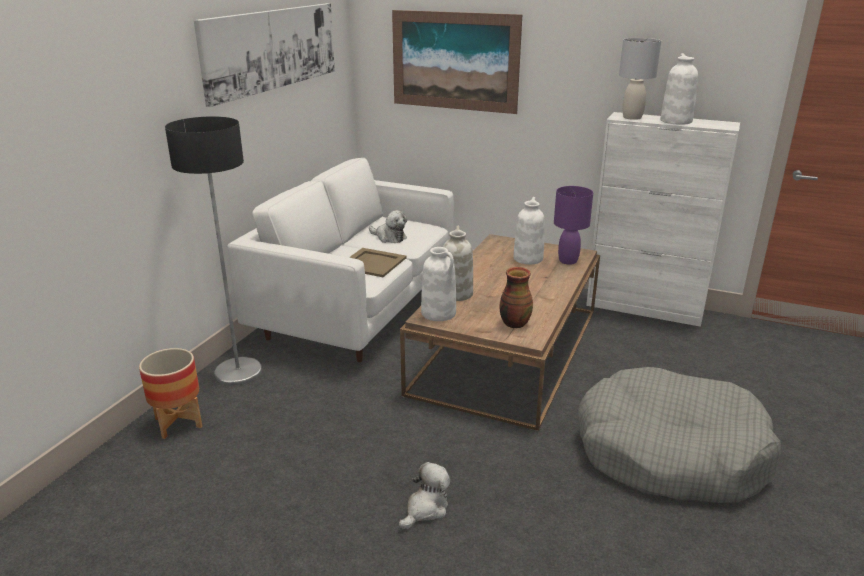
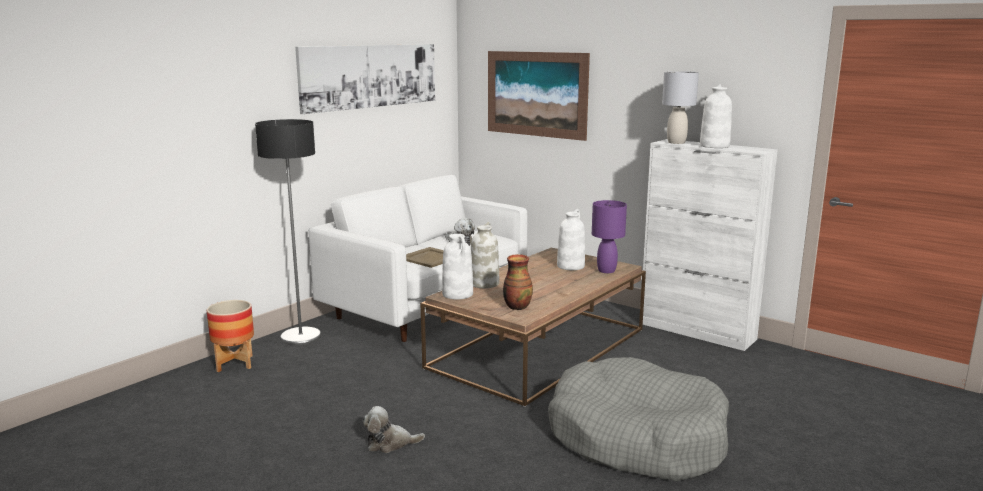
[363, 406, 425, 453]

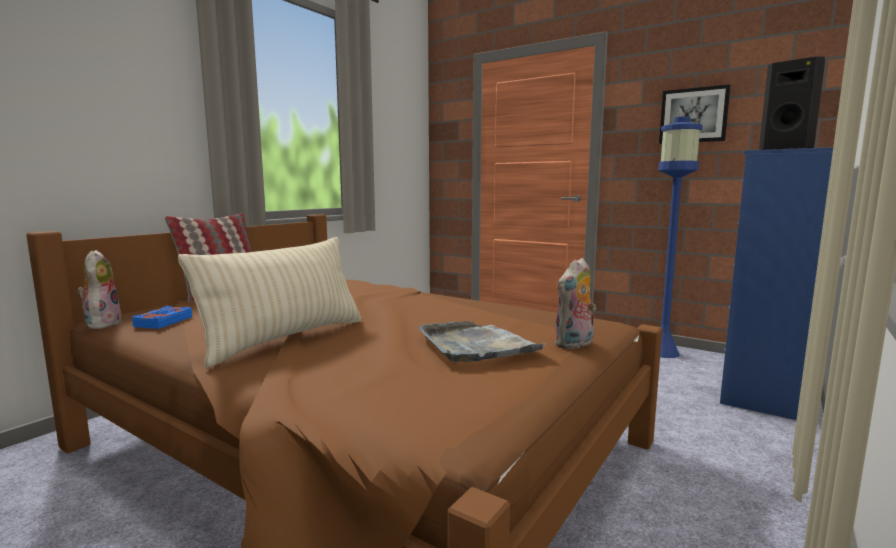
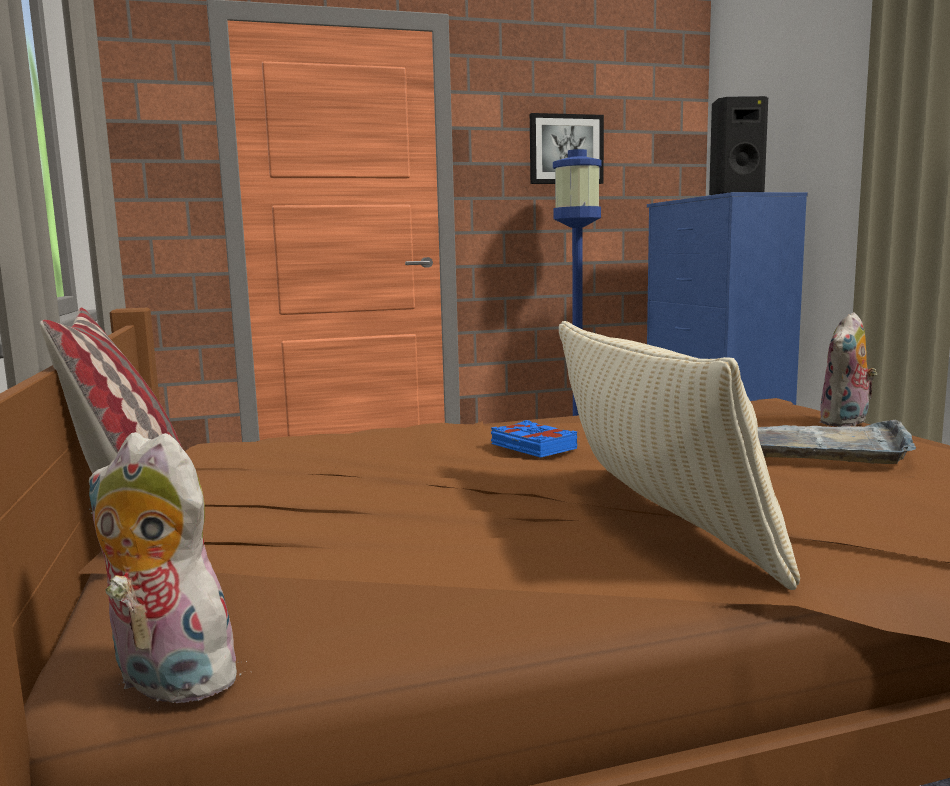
[491, 420, 577, 458]
[819, 312, 877, 427]

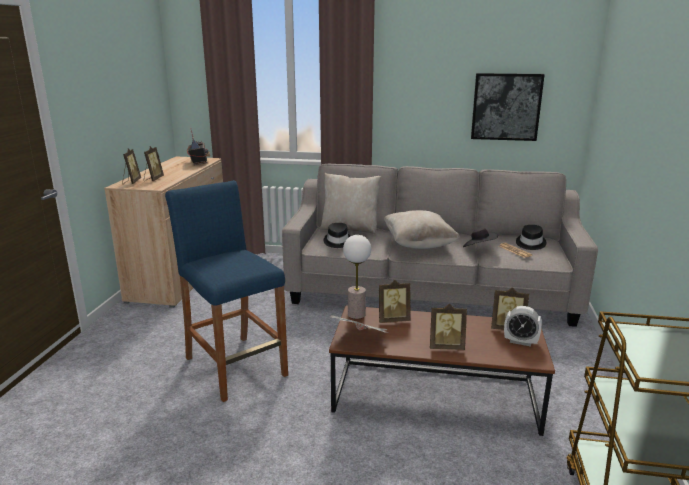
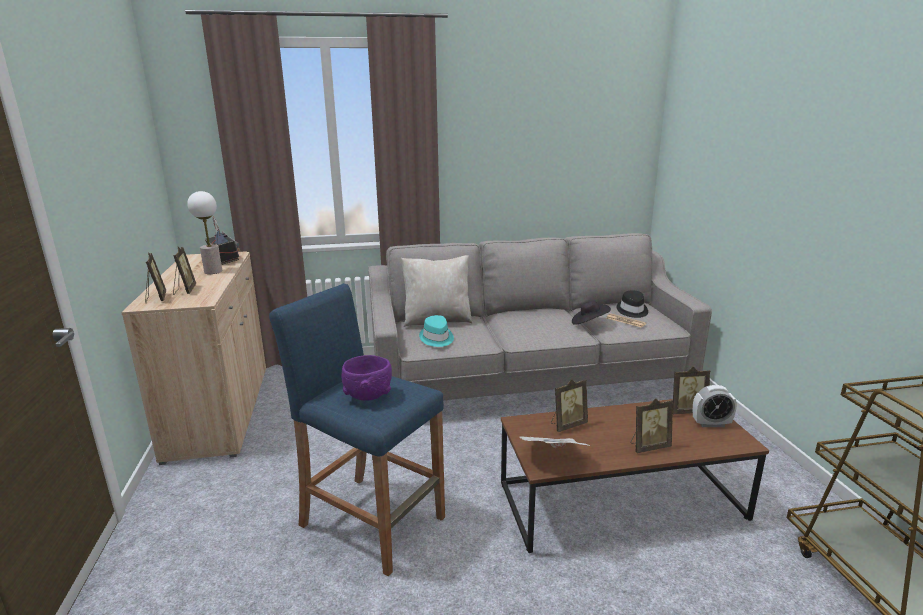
[419, 315, 454, 347]
[187, 191, 222, 274]
[384, 210, 460, 249] (first image)
[471, 73, 545, 141] (first image)
[342, 355, 392, 401]

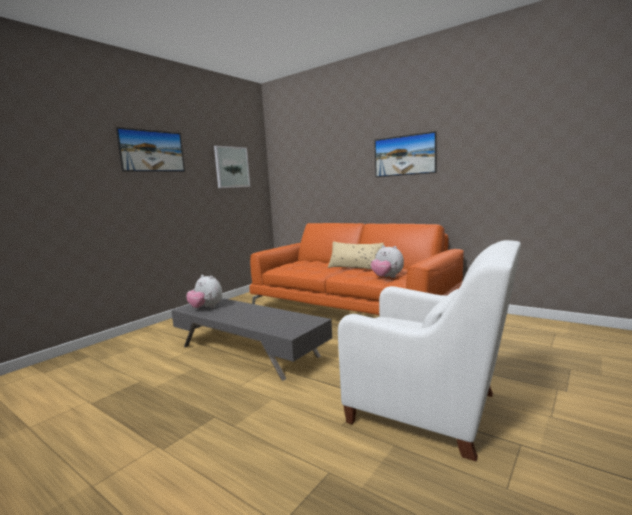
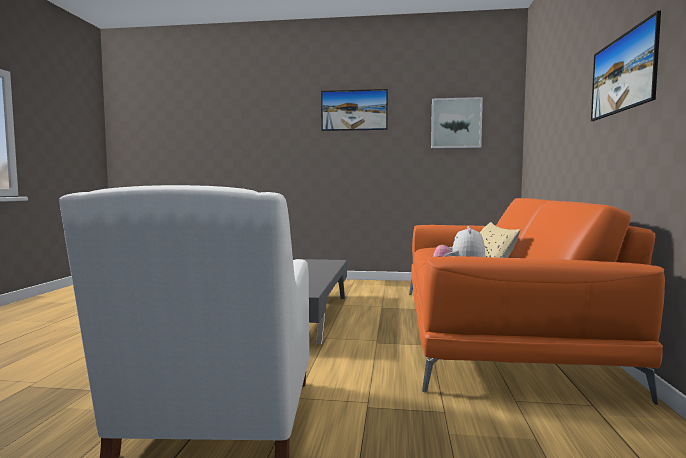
[186, 275, 223, 308] (first image)

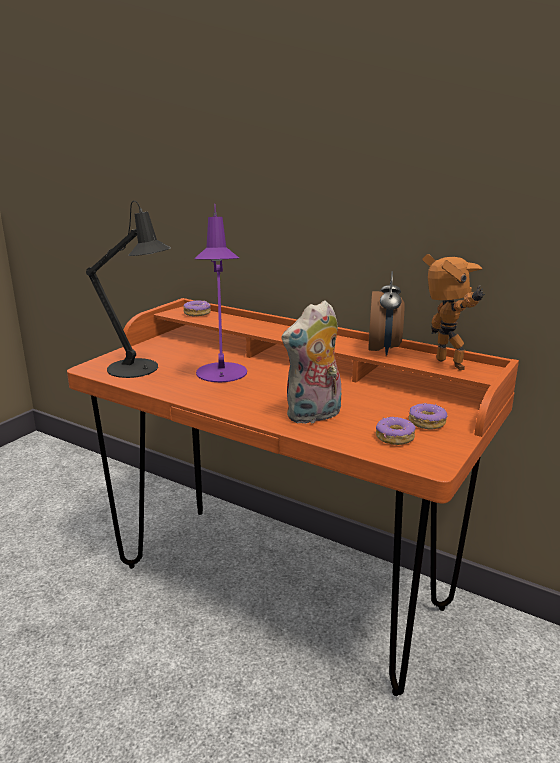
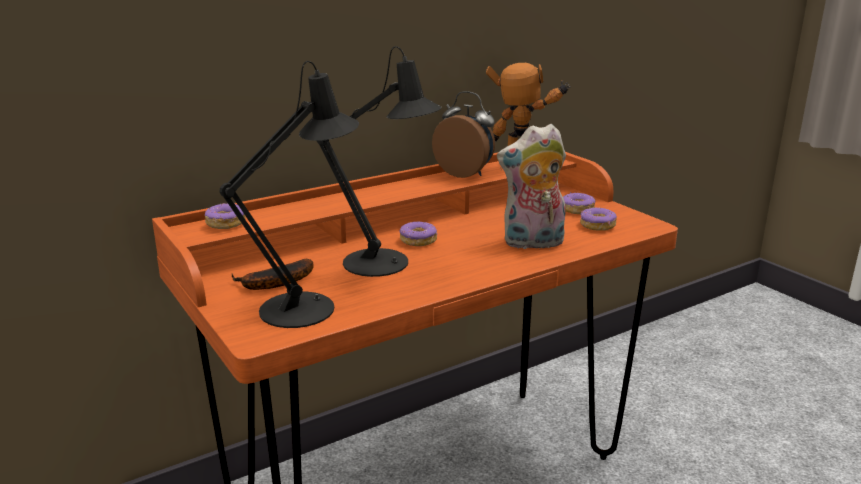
[317, 46, 442, 277]
[497, 124, 566, 249]
[232, 259, 313, 290]
[399, 222, 438, 246]

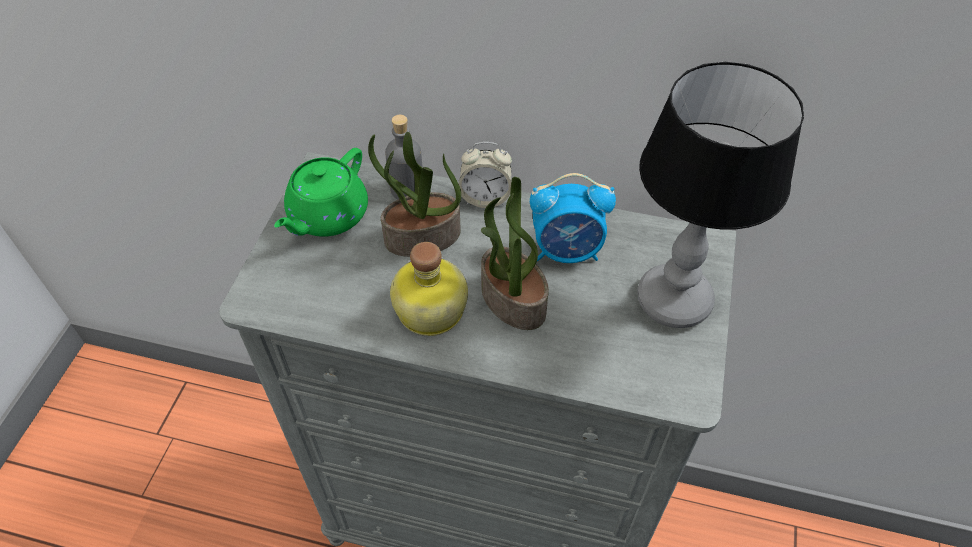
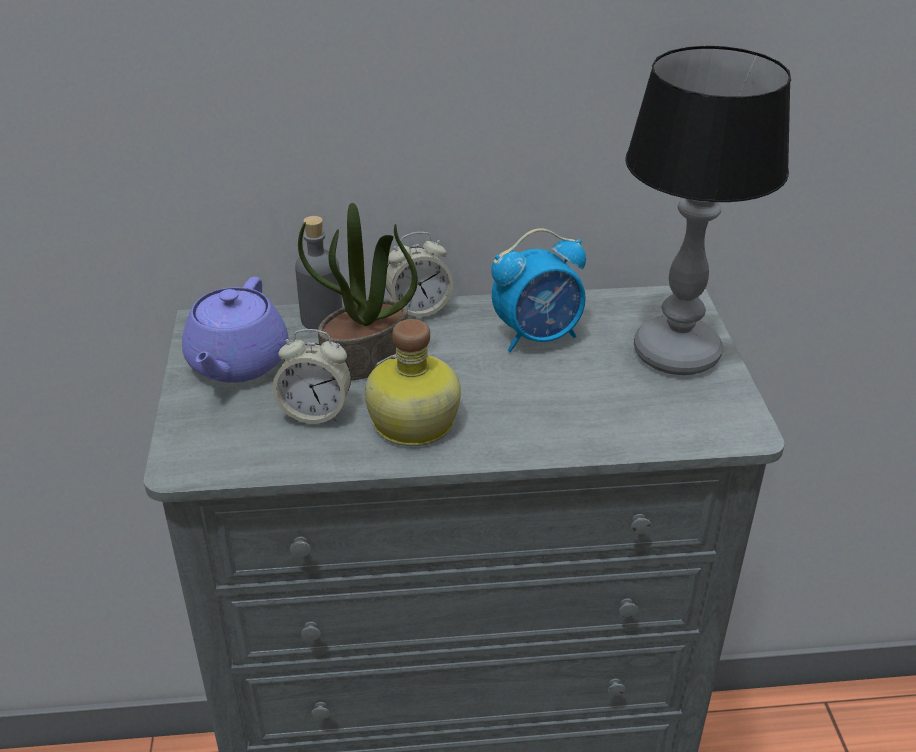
[182, 277, 289, 383]
[481, 177, 549, 330] (first image)
[272, 329, 351, 424]

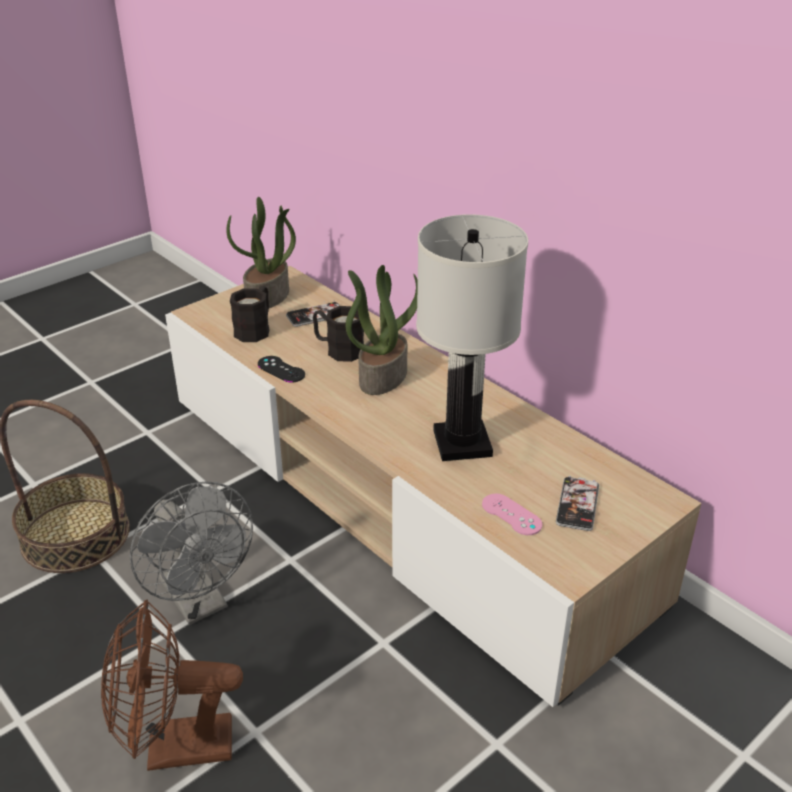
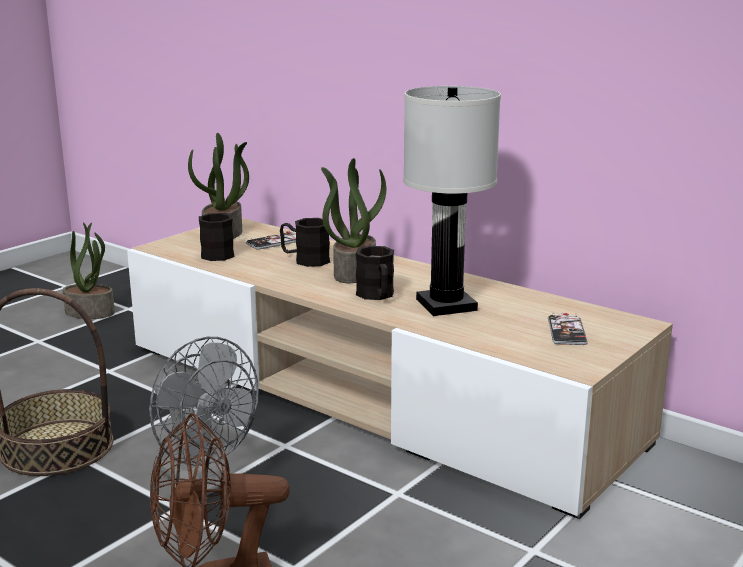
[258, 356, 305, 383] (first image)
[482, 494, 542, 535] (first image)
[63, 222, 115, 319]
[356, 246, 394, 300]

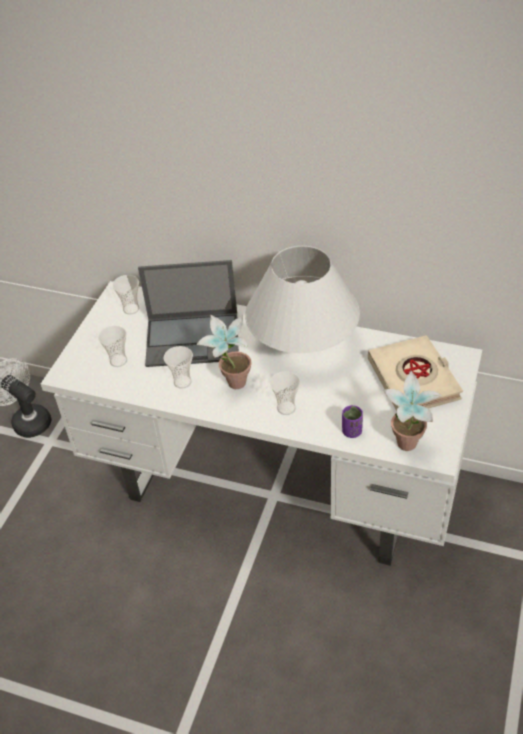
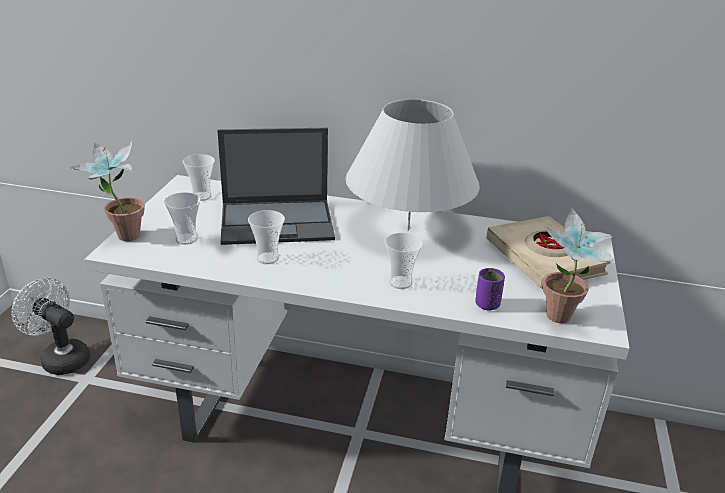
[69, 141, 145, 241]

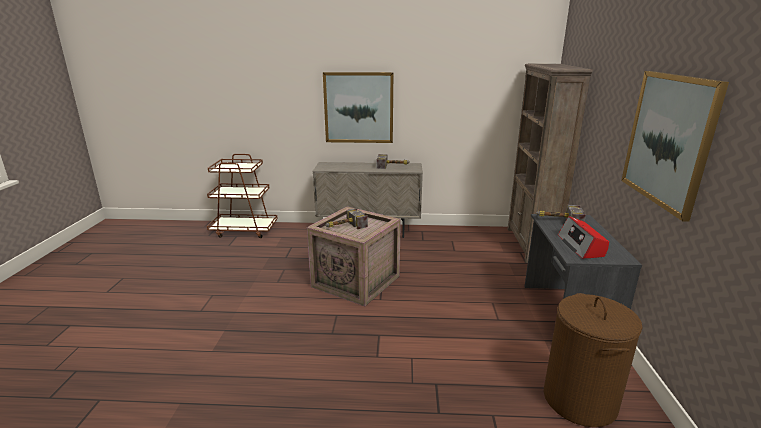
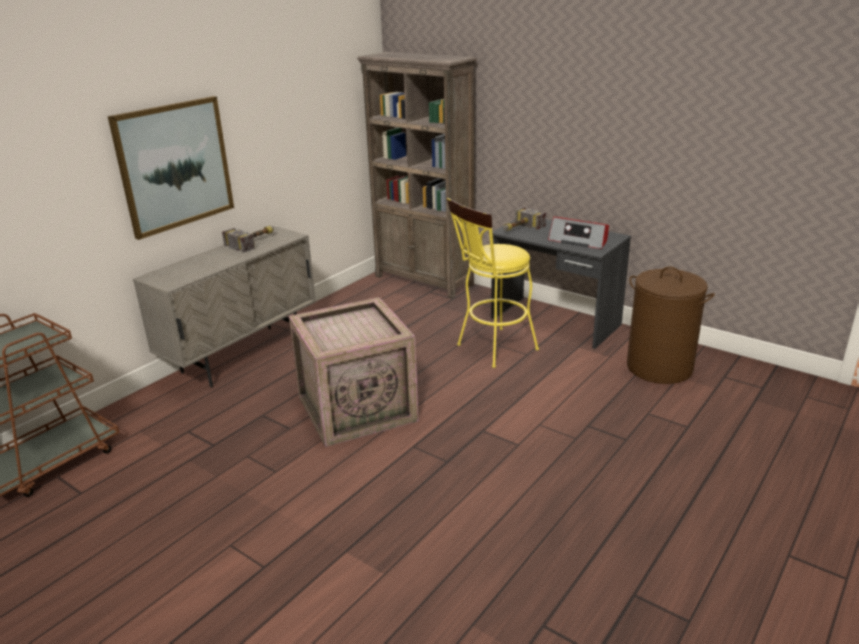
[325, 208, 368, 229] (first image)
[621, 71, 729, 221] (first image)
[447, 198, 539, 368]

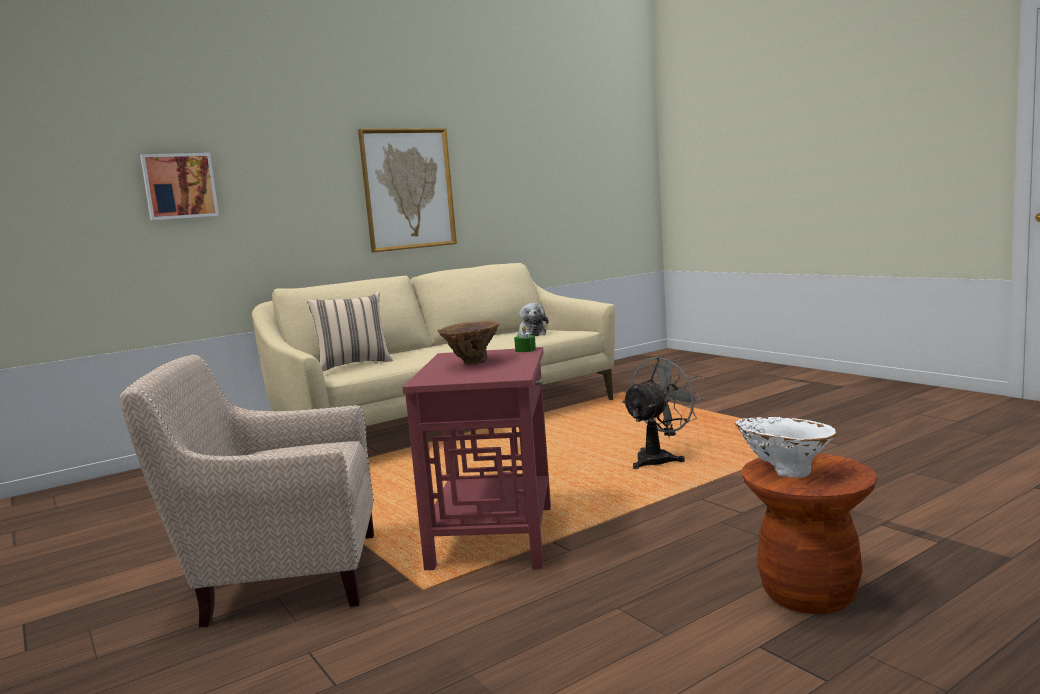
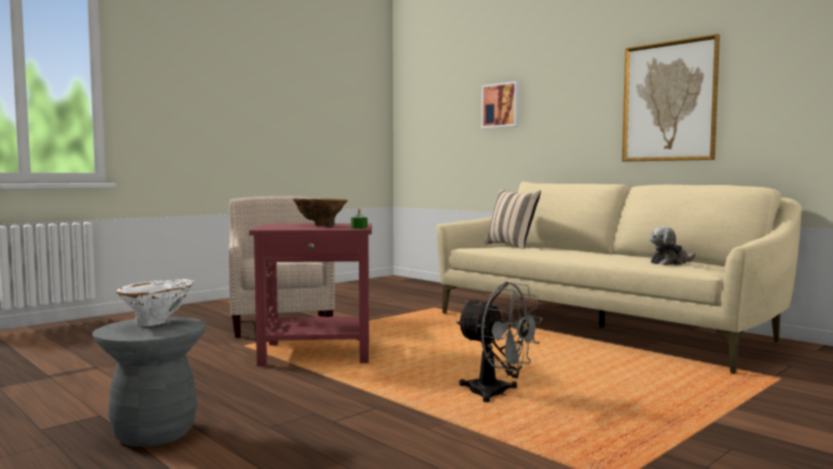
[92, 317, 206, 447]

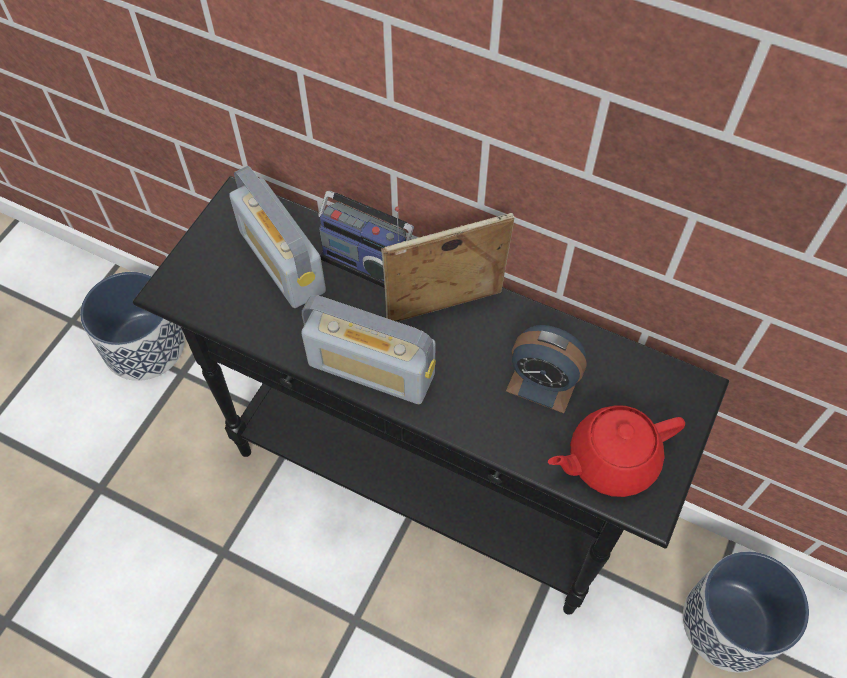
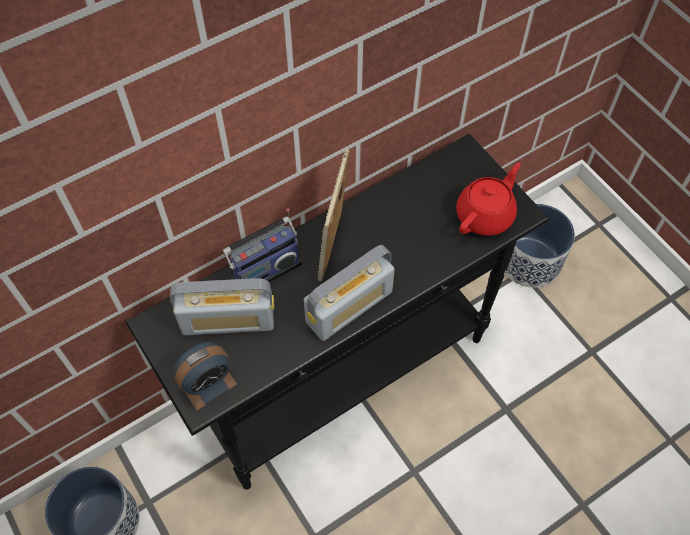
[174, 342, 237, 411]
[456, 163, 521, 236]

